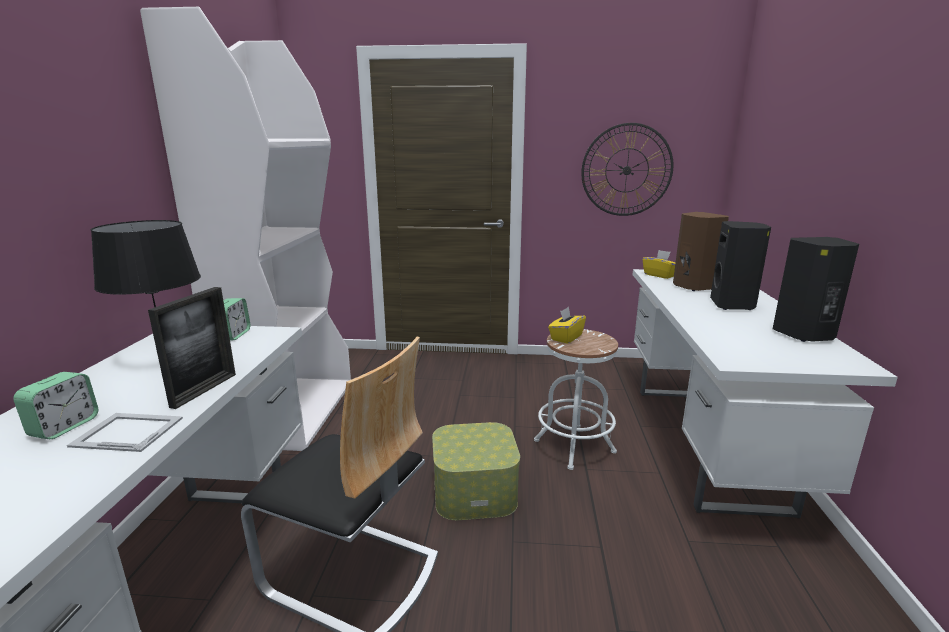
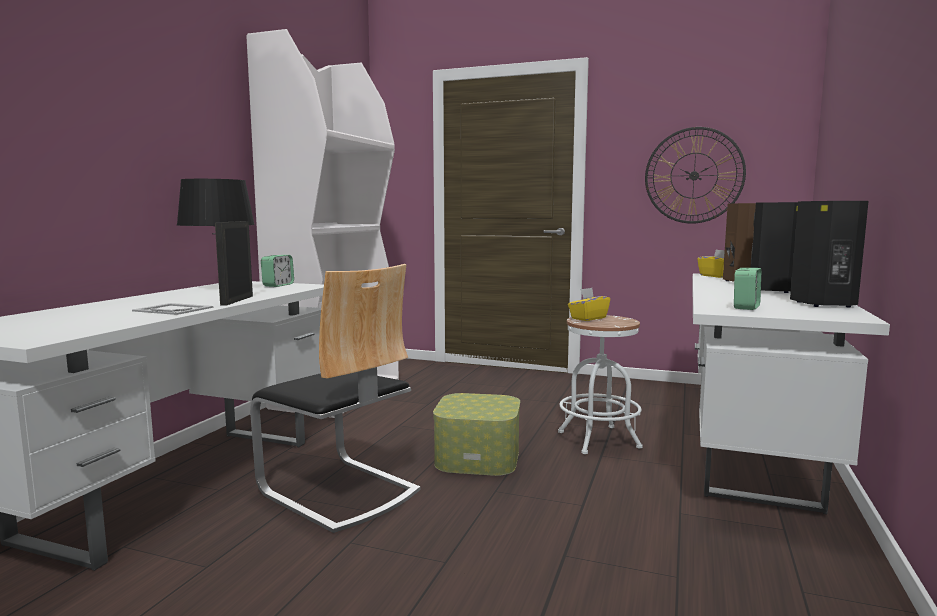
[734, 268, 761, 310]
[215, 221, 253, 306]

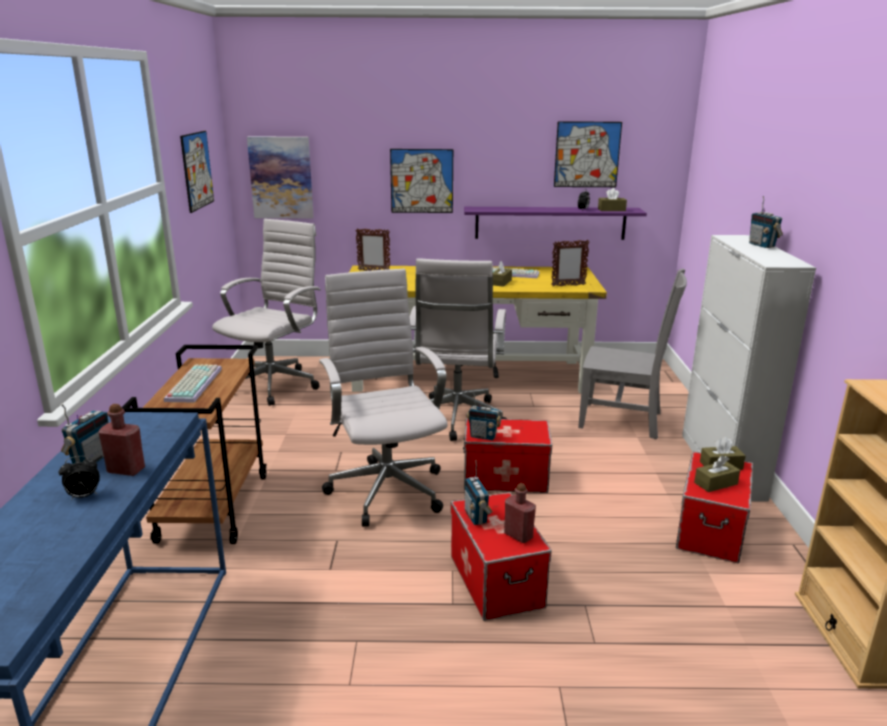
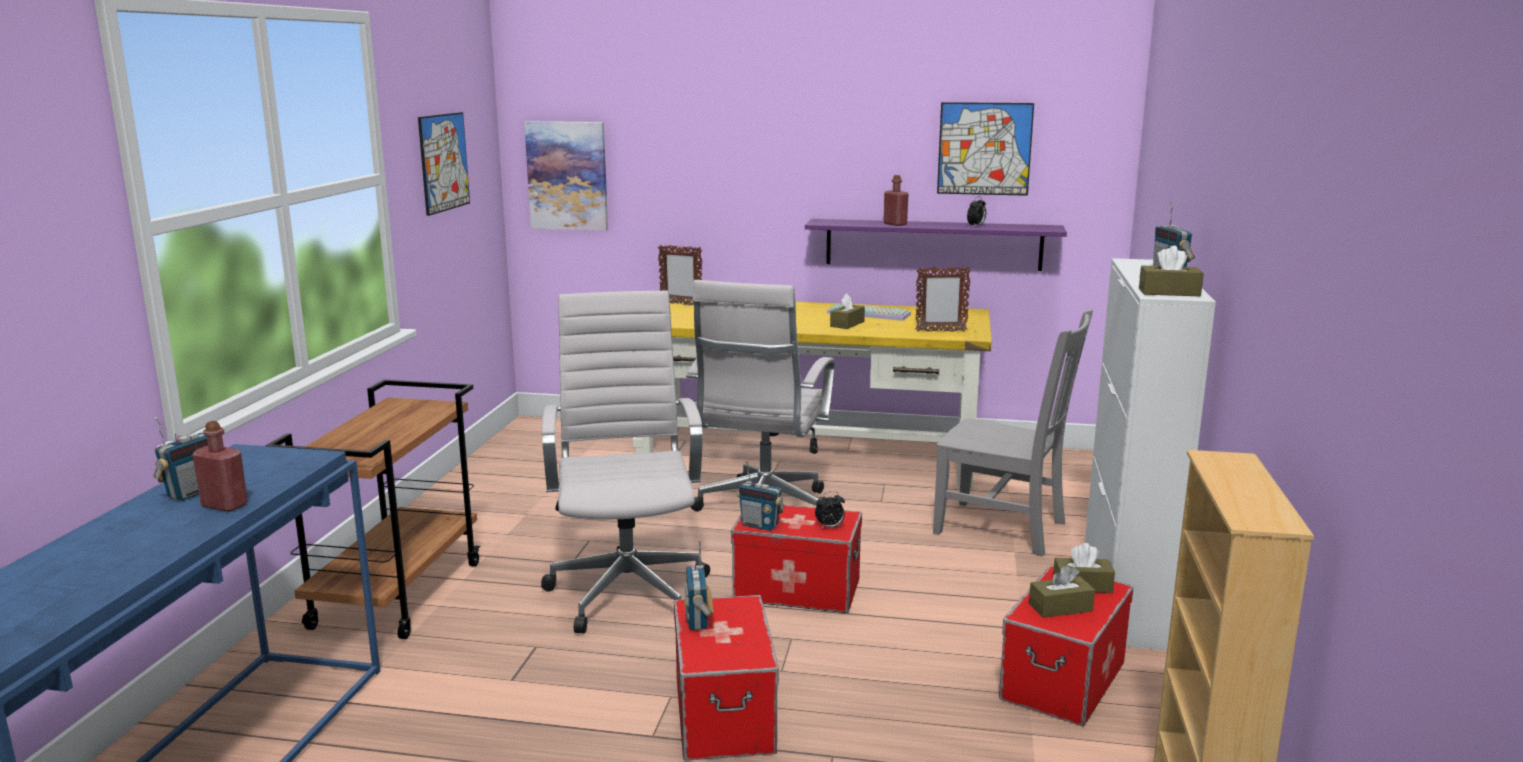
[815, 491, 845, 529]
[164, 364, 222, 403] (first image)
[212, 219, 321, 406] (first image)
[390, 149, 453, 213] (first image)
[884, 175, 909, 226]
[1139, 246, 1204, 296]

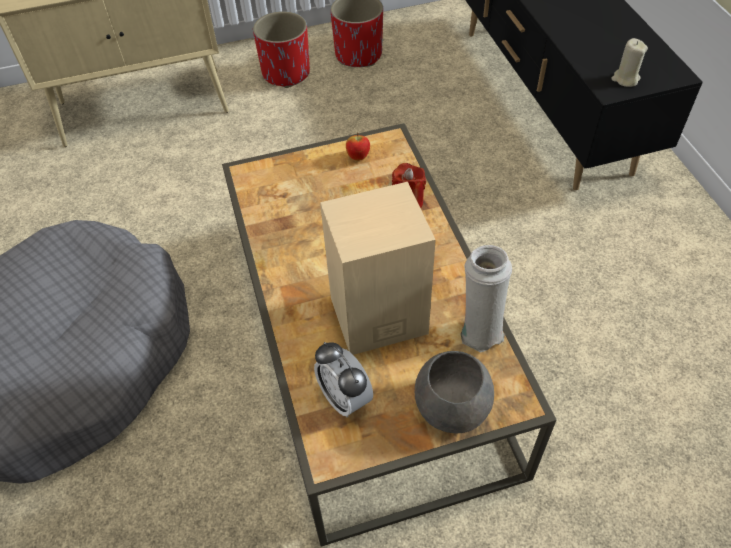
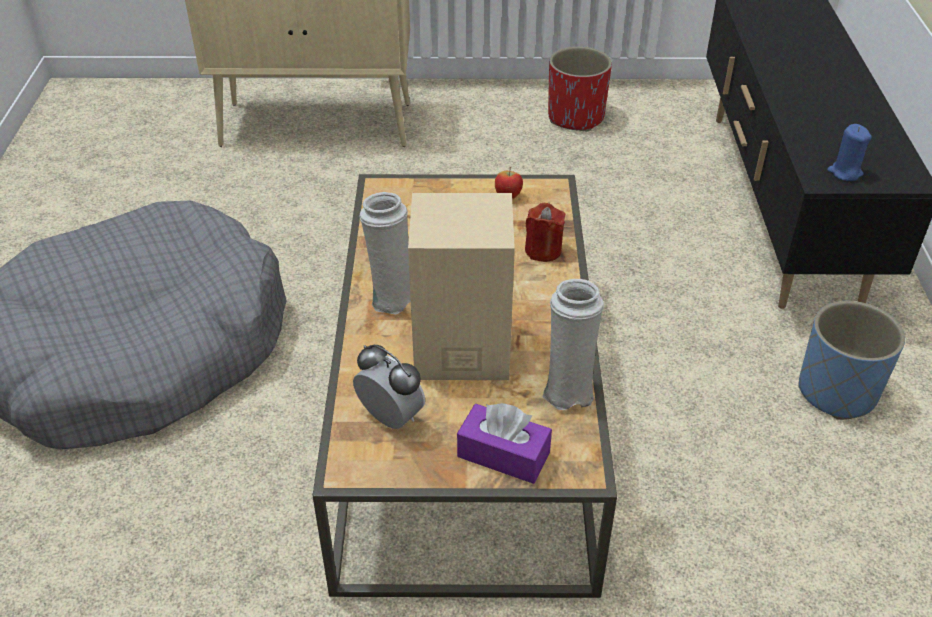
[253, 11, 310, 88] (first image)
[353, 345, 425, 429]
[457, 403, 552, 484]
[827, 124, 872, 181]
[360, 192, 411, 314]
[799, 301, 905, 420]

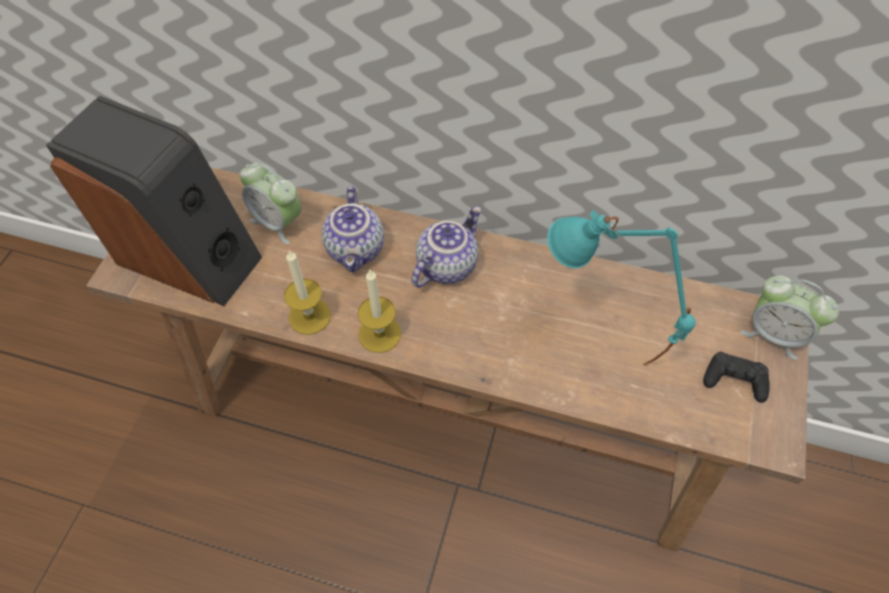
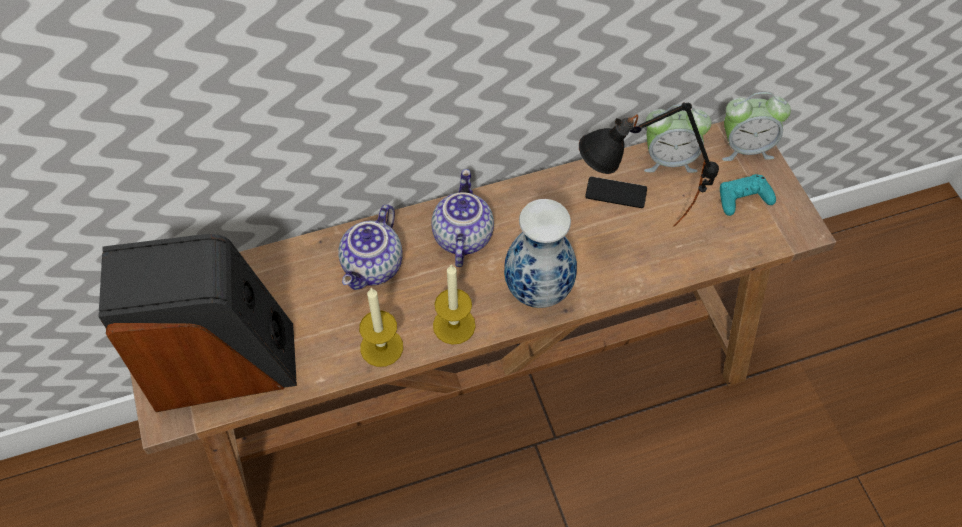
[644, 104, 712, 173]
[338, 204, 403, 290]
[579, 102, 719, 226]
[720, 174, 776, 216]
[504, 199, 577, 308]
[585, 177, 647, 208]

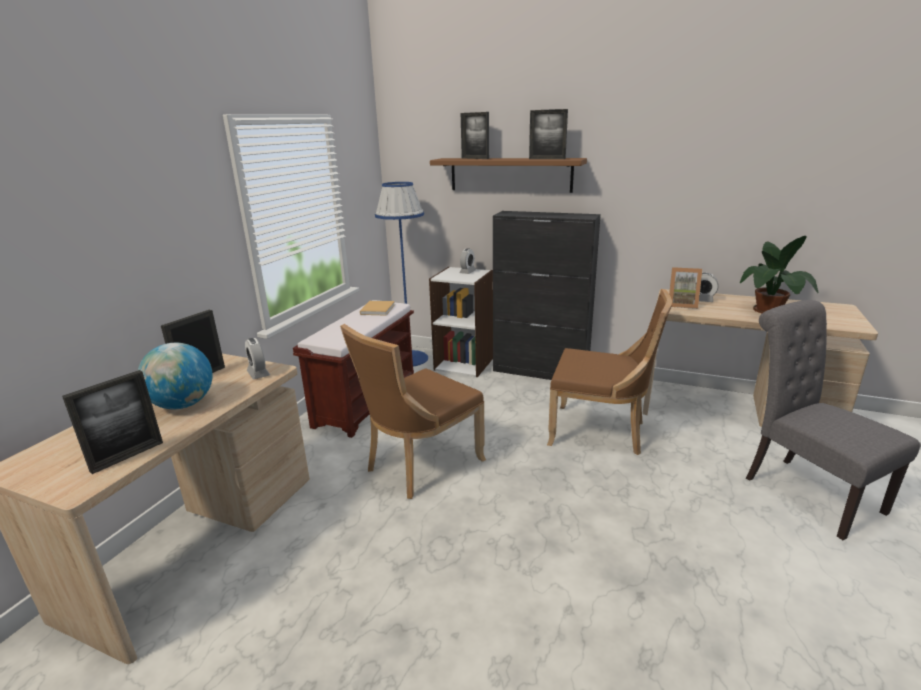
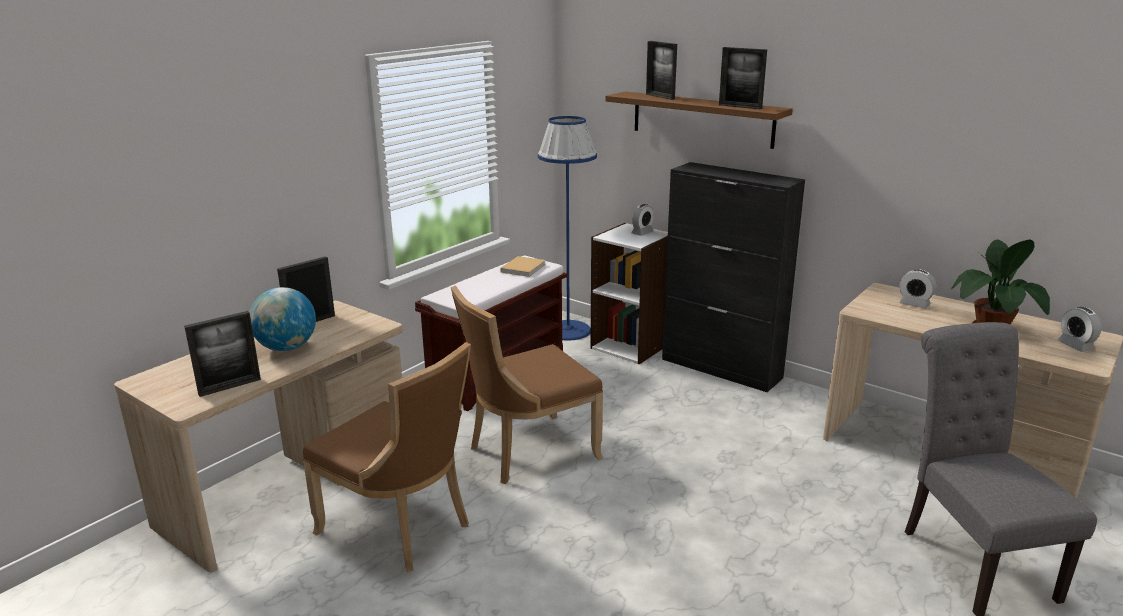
[1057, 307, 1101, 352]
[303, 342, 471, 572]
[669, 267, 702, 309] (first image)

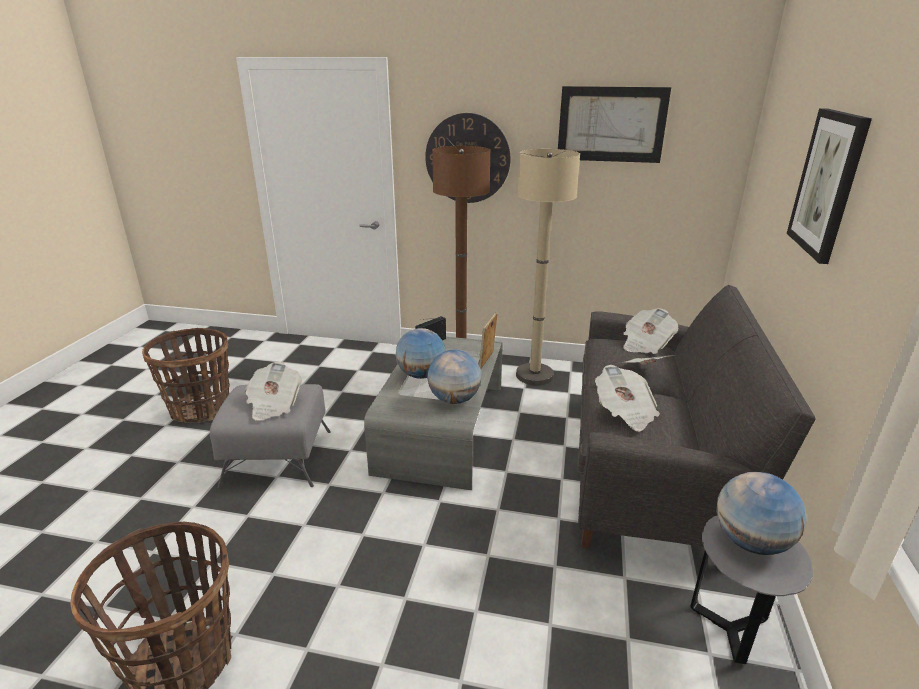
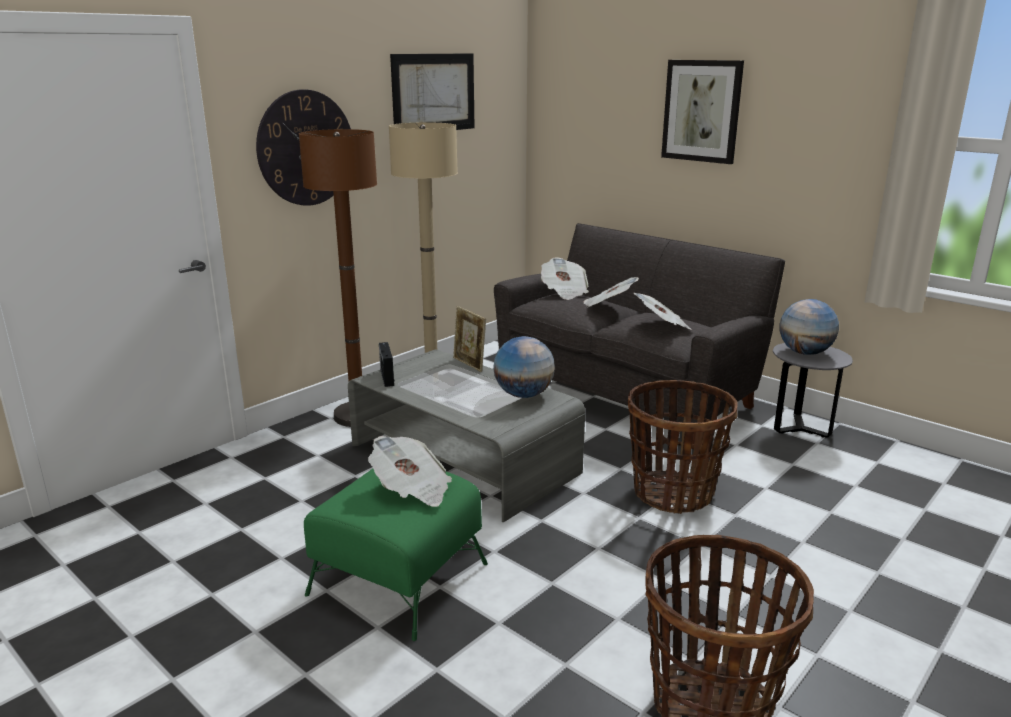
[628, 380, 738, 514]
[304, 468, 488, 641]
[396, 328, 446, 379] (first image)

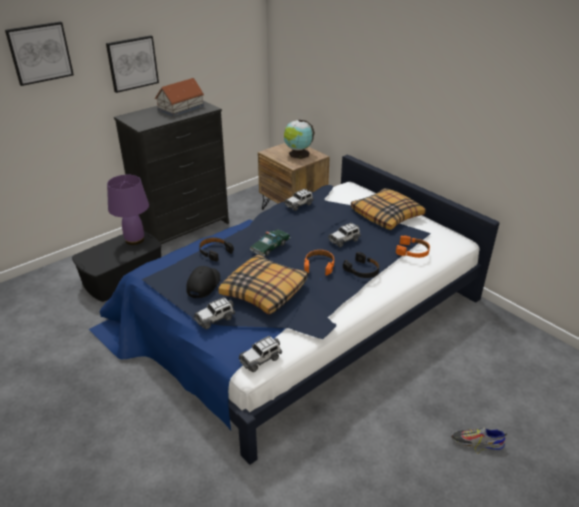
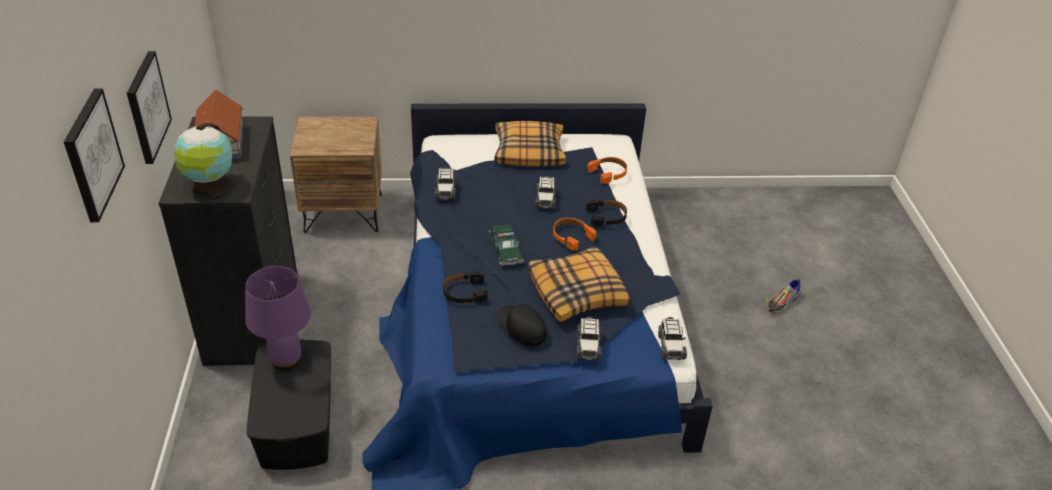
[174, 123, 233, 197]

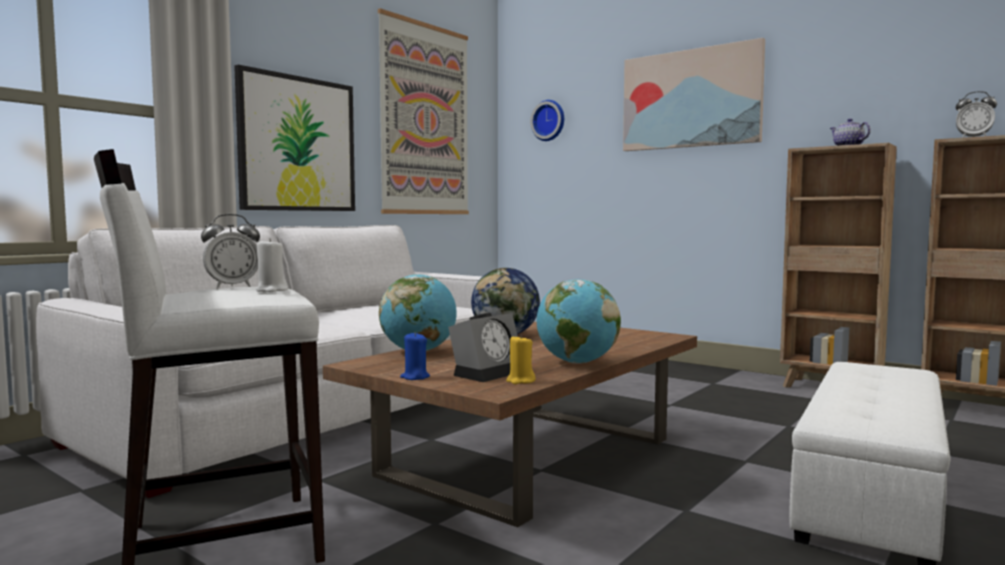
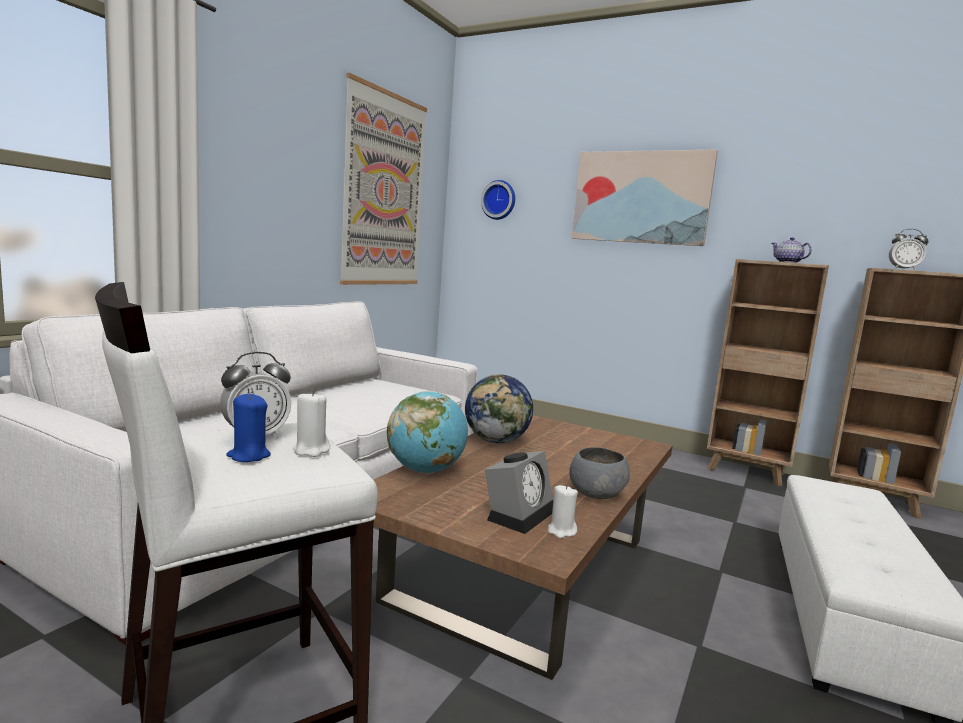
[234, 65, 355, 211] (first image)
[226, 393, 271, 462]
[548, 485, 578, 538]
[569, 447, 630, 499]

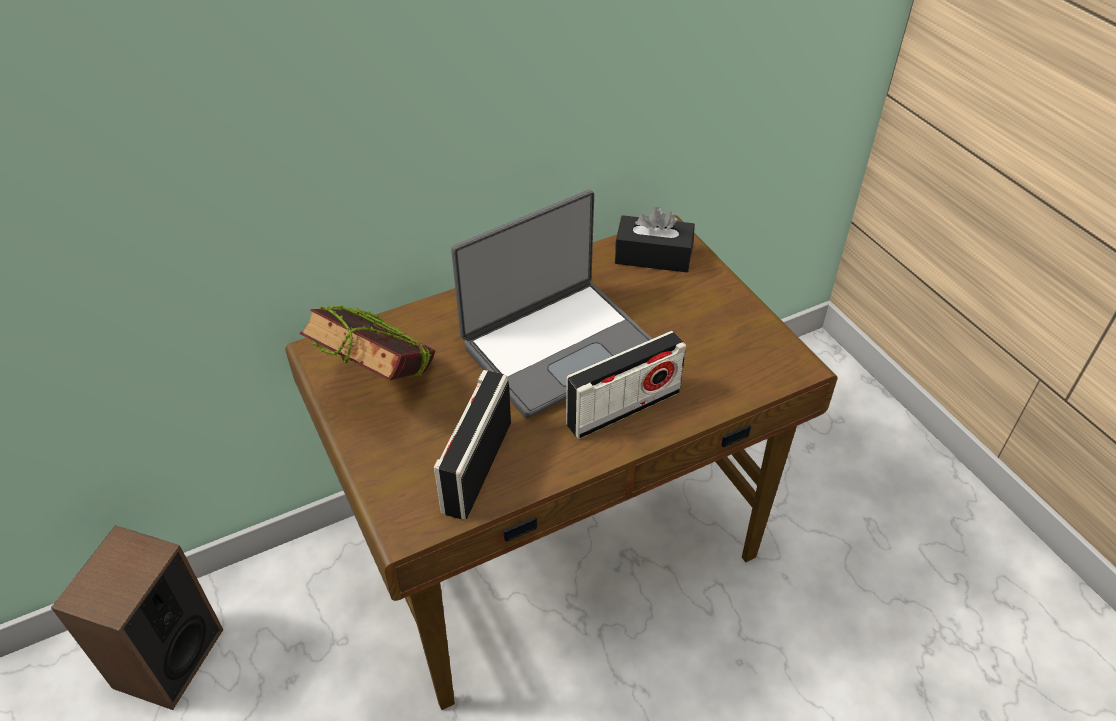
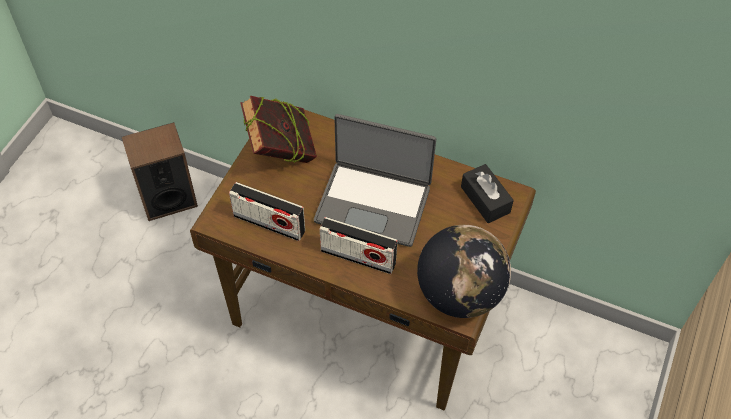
[229, 182, 305, 241]
[417, 225, 511, 318]

